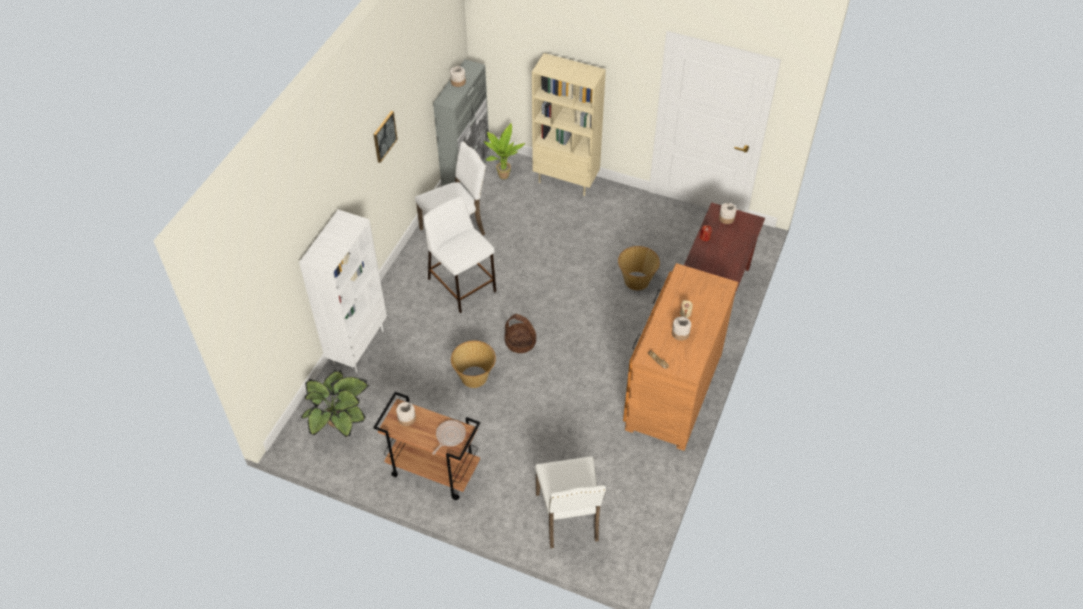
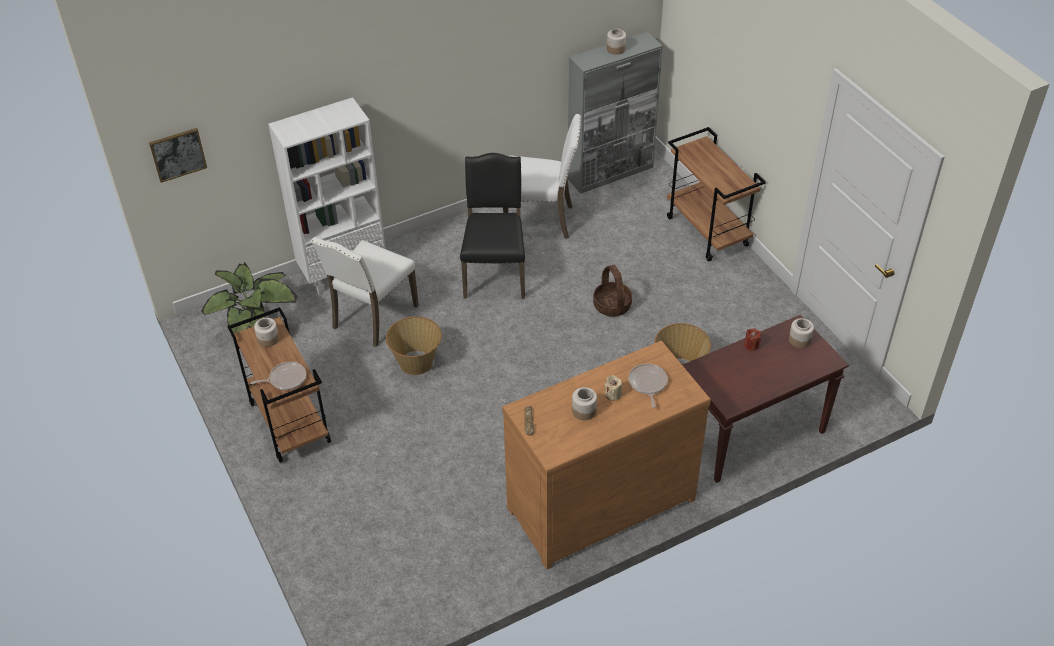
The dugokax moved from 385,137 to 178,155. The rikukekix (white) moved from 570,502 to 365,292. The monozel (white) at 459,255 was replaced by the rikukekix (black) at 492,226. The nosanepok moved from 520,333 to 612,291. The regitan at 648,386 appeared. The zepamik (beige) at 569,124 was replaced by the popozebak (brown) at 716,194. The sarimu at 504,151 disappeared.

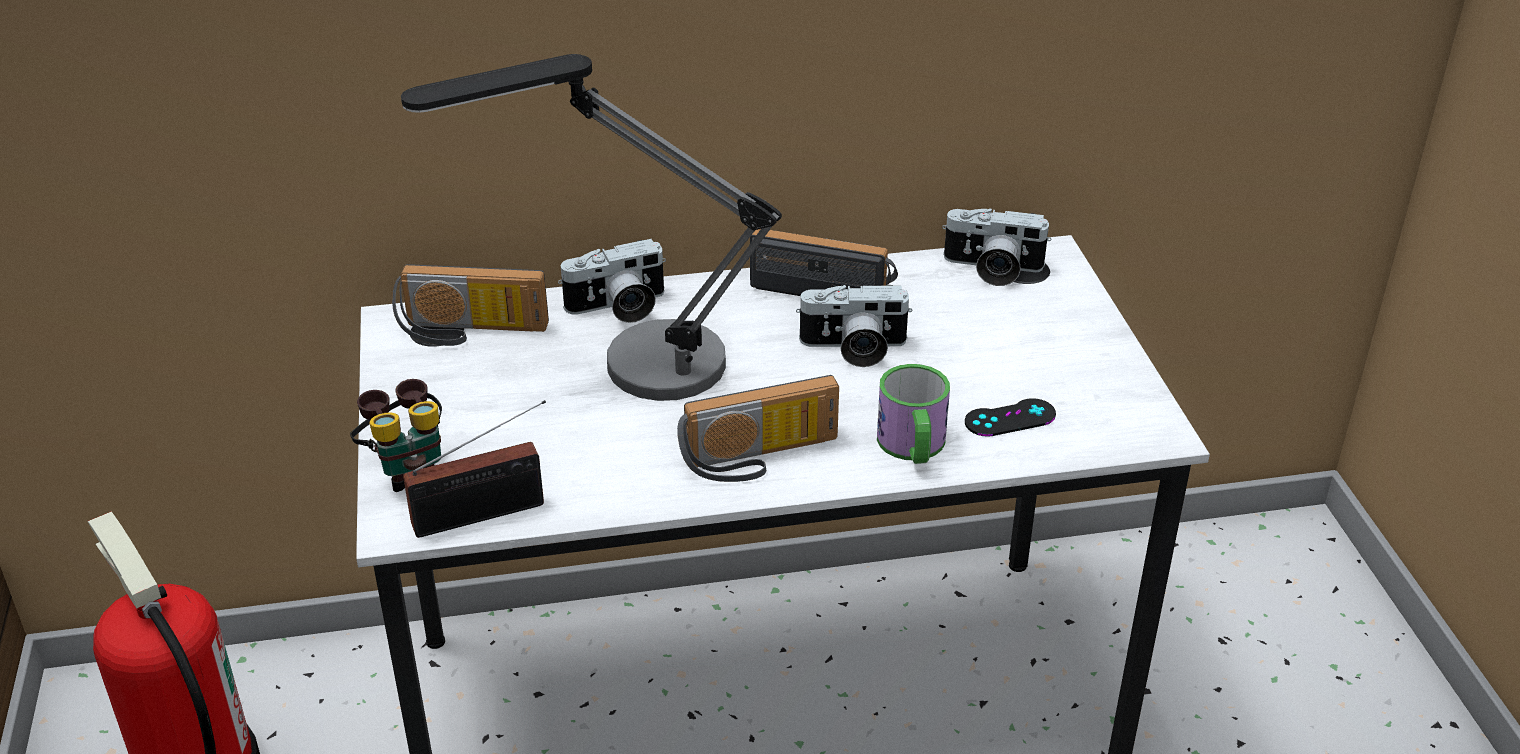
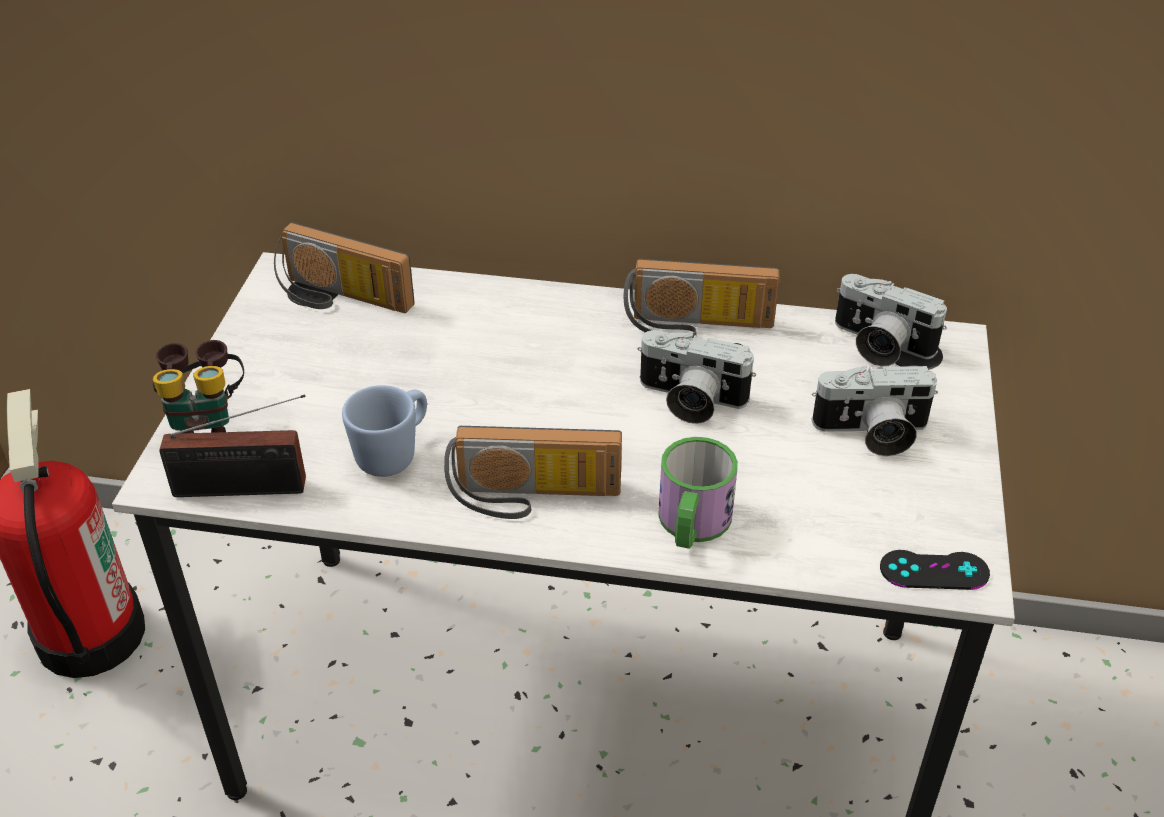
The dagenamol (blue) at 384,431 appeared. The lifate at 824,262 turned 150 degrees clockwise. The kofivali moved from 612,281 to 875,410. The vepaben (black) moved from 1010,417 to 935,570. The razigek at 591,227 disappeared.

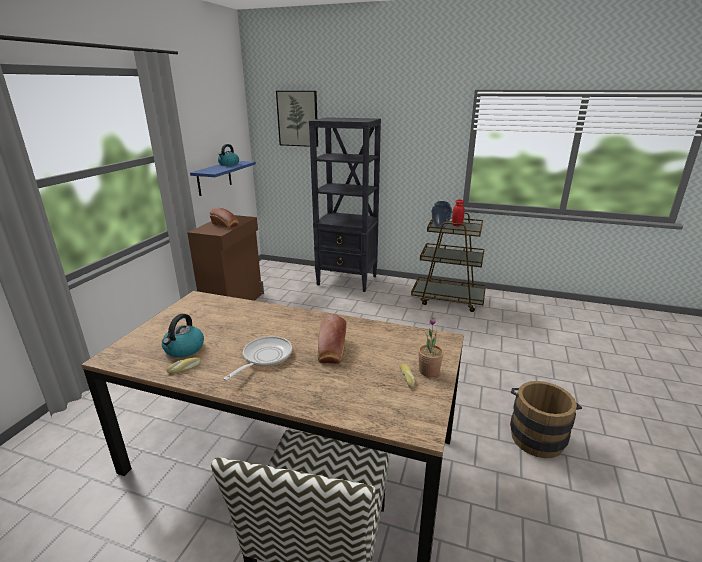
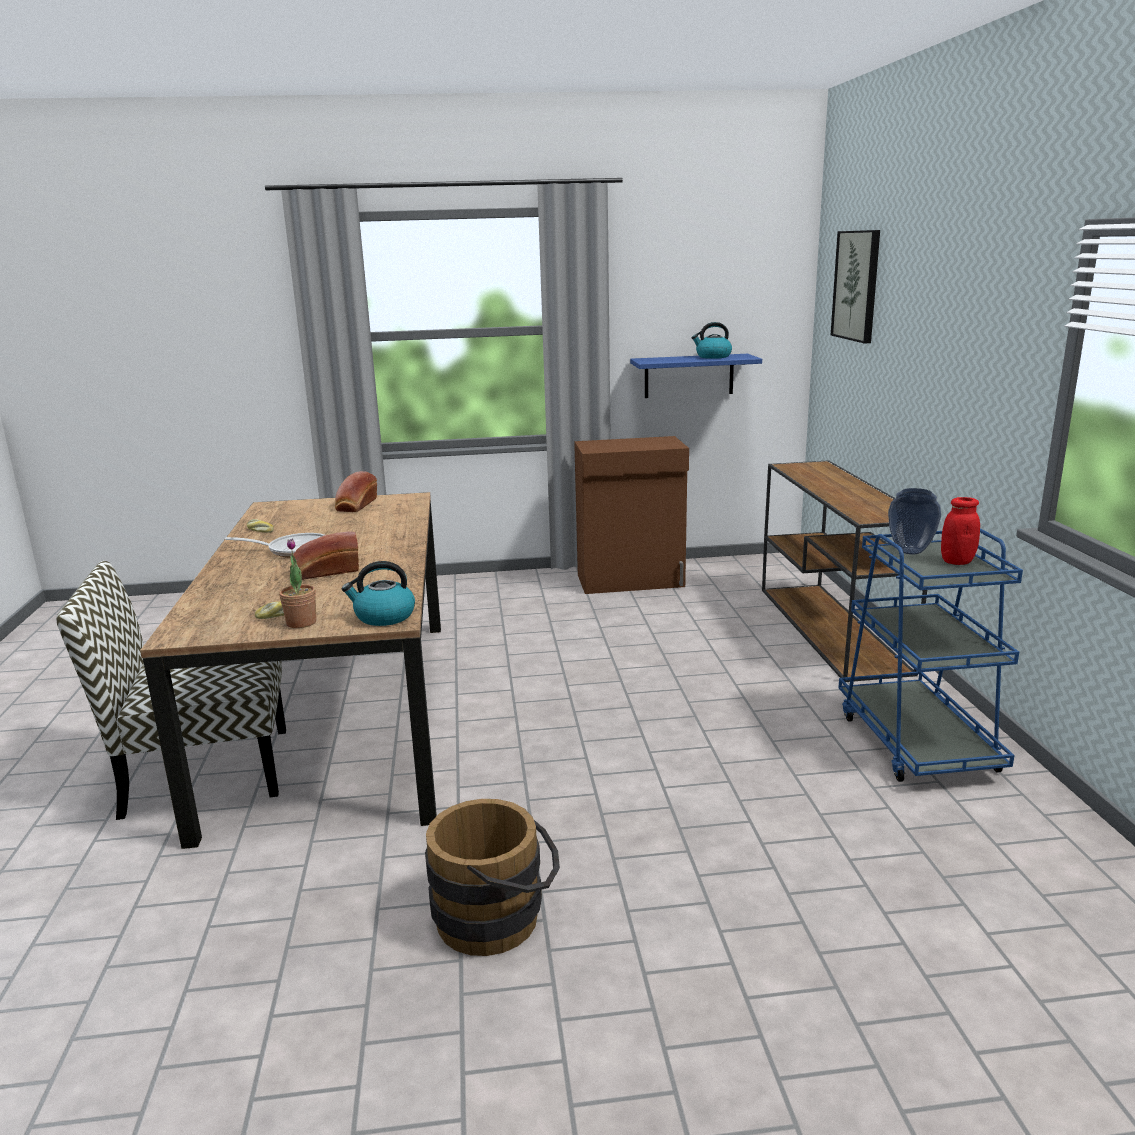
The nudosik moved from 224,218 to 356,491. The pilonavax moved from 183,336 to 378,593. The zepamik (black) at 345,204 was replaced by the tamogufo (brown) at 847,571. The popozebak (brown) at 448,261 became the popozebak (blue) at 930,655.

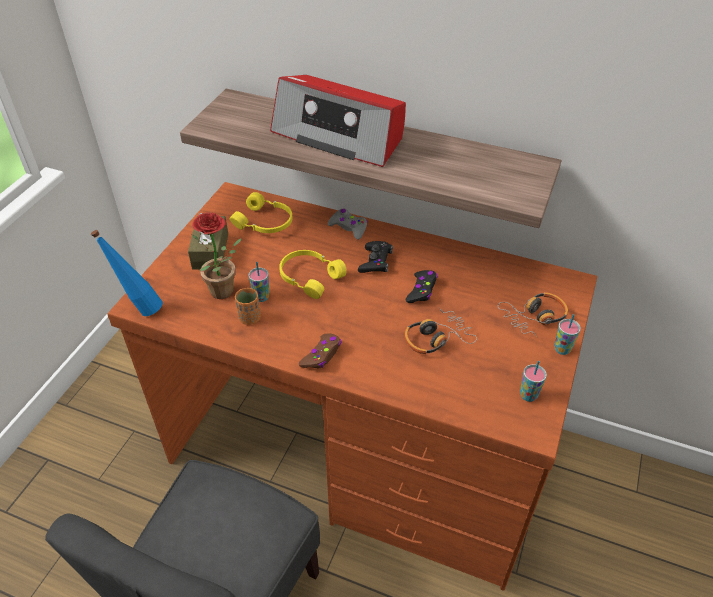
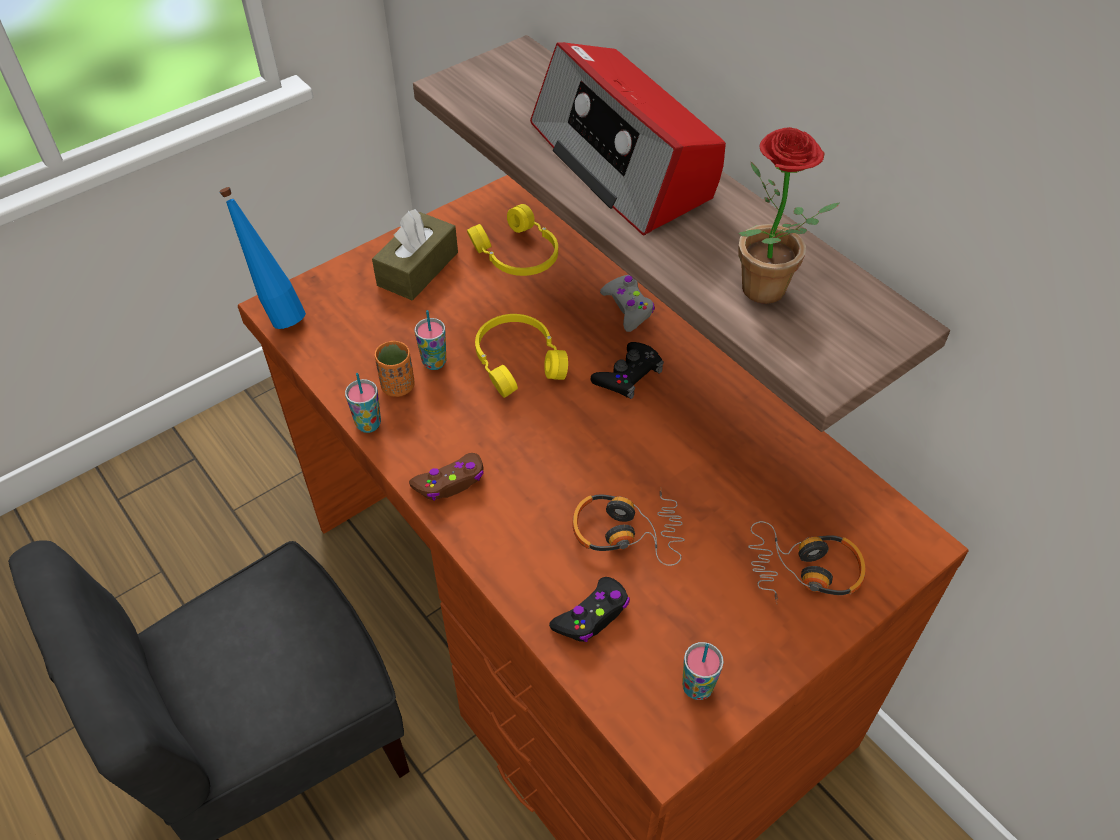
The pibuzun moved from 567,334 to 363,403. The vepaben (black) moved from 421,286 to 589,609. The sarimu moved from 216,255 to 788,215.

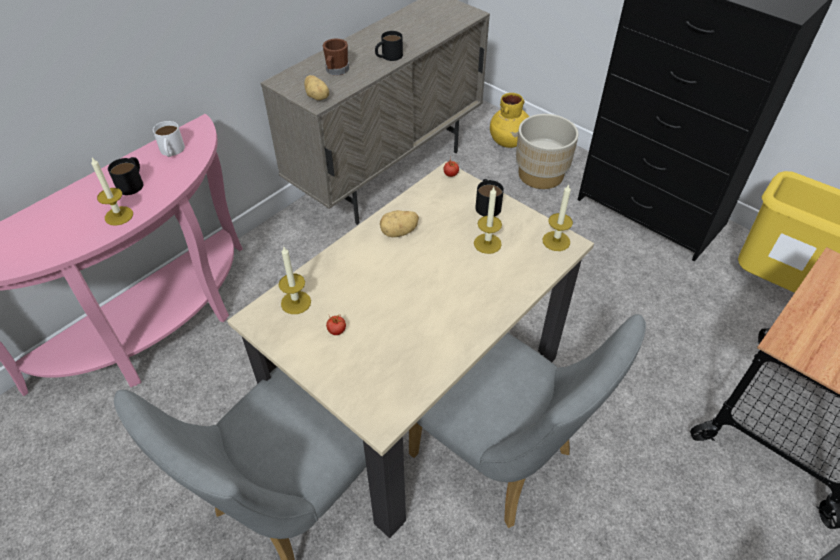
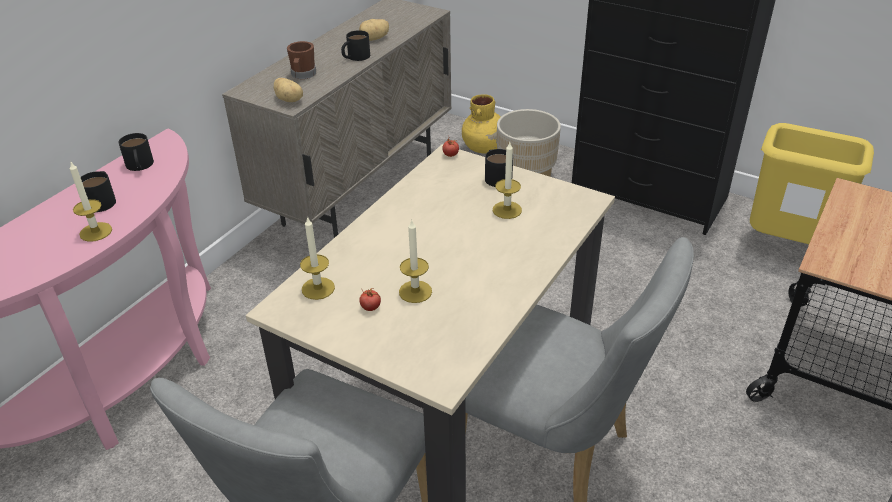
The dagenamol (white) at 169,139 became the dagenamol (black) at 136,152. The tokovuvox moved from 399,223 to 374,30. The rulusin moved from 558,217 to 415,262.

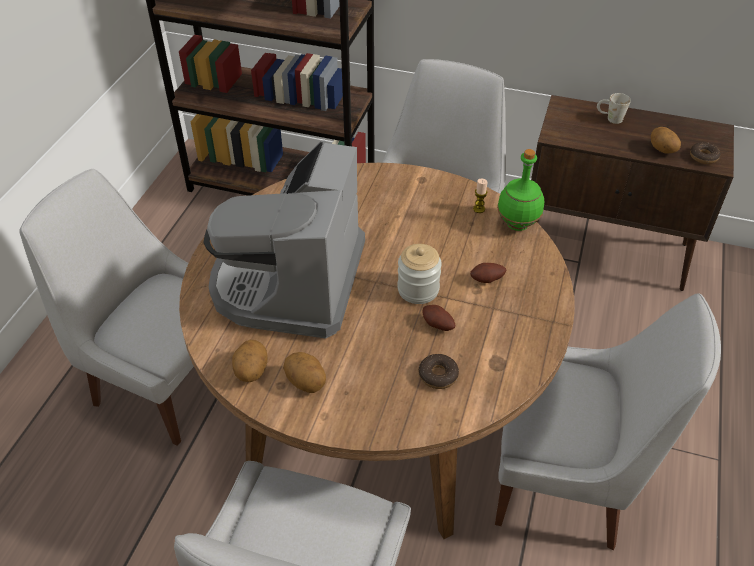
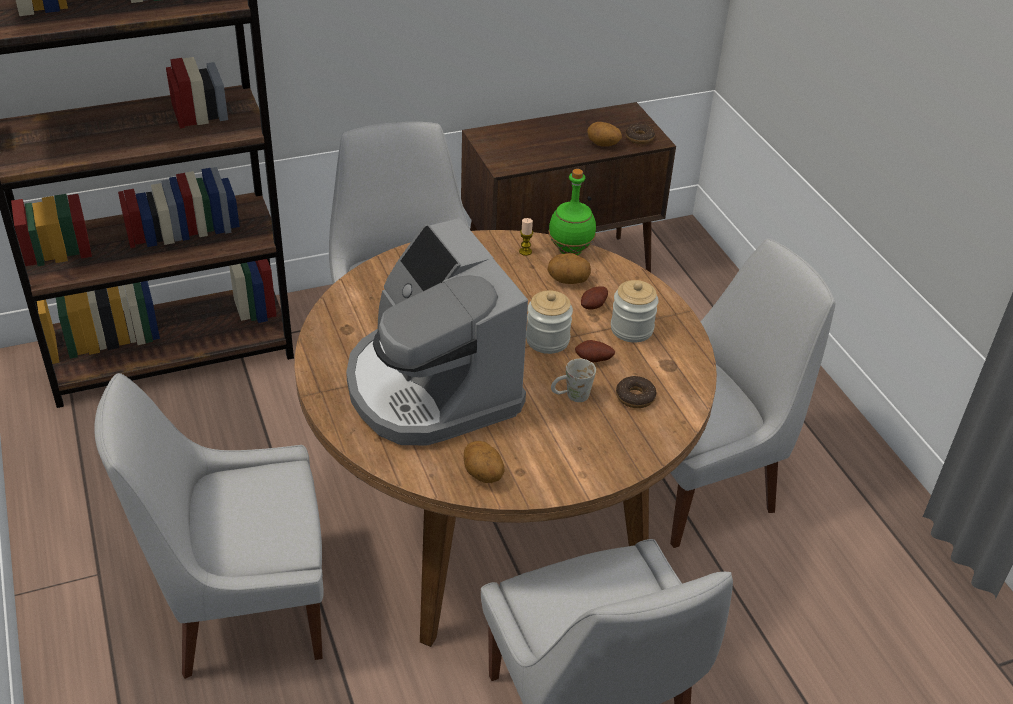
The tokovuvox moved from 304,372 to 569,268. The dagenamol (white) moved from 614,108 to 573,380. The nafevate at 635,311 appeared.

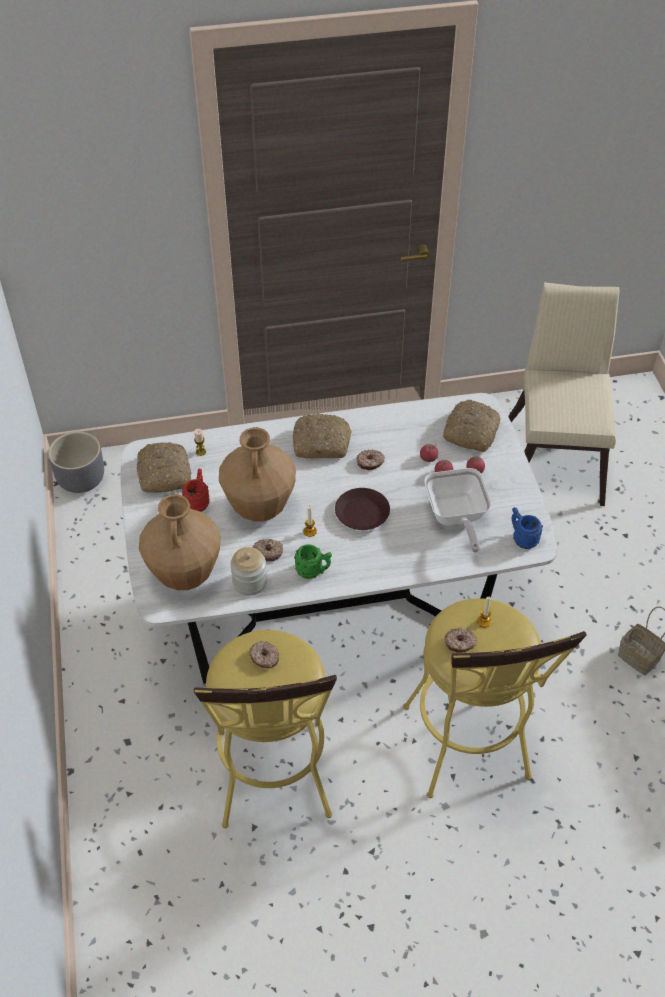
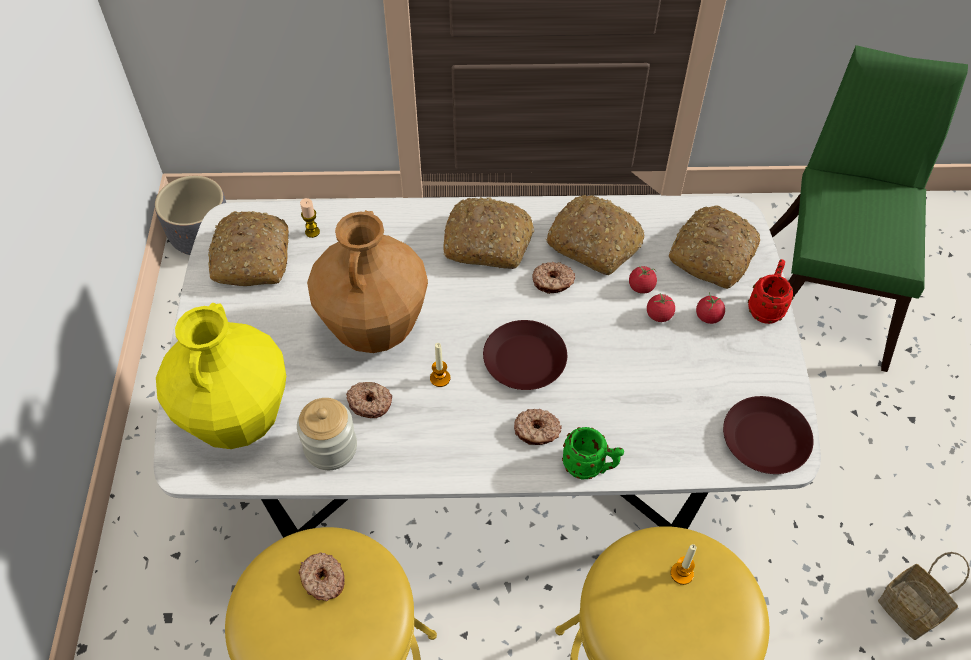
The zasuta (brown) at 179,541 became the zasuta (yellow) at 221,376. The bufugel moved from 461,640 to 538,427. The nudosik at 595,235 appeared. The dagenamol (green) moved from 313,561 to 593,453. The dagenamol (blue) at 527,528 was replaced by the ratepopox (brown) at 768,435. The dagenamol (red) moved from 196,490 to 771,291. The rikukekix (beige) at 563,394 became the rikukekix (green) at 868,208. The regitan at 458,510 disappeared.

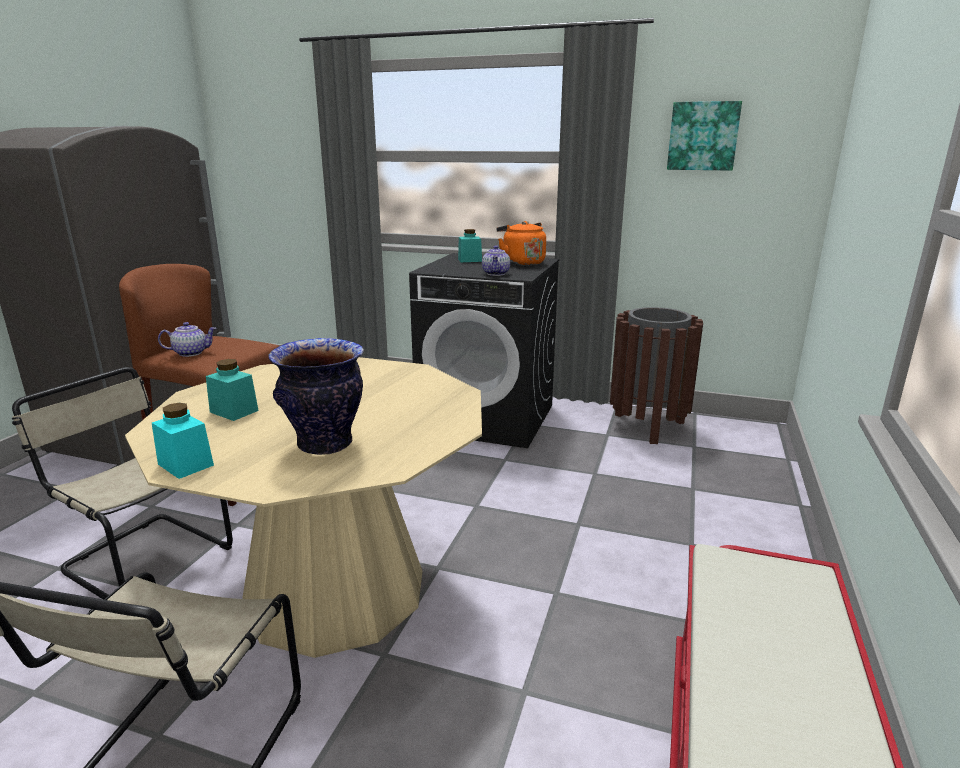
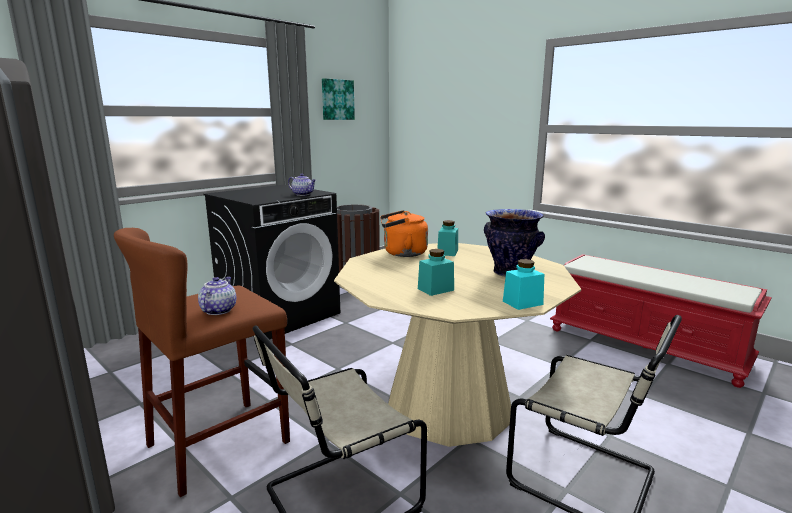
The pilonavax (orange) moved from 521,243 to 404,233. The nafevate (turquoise) moved from 470,245 to 447,238.

